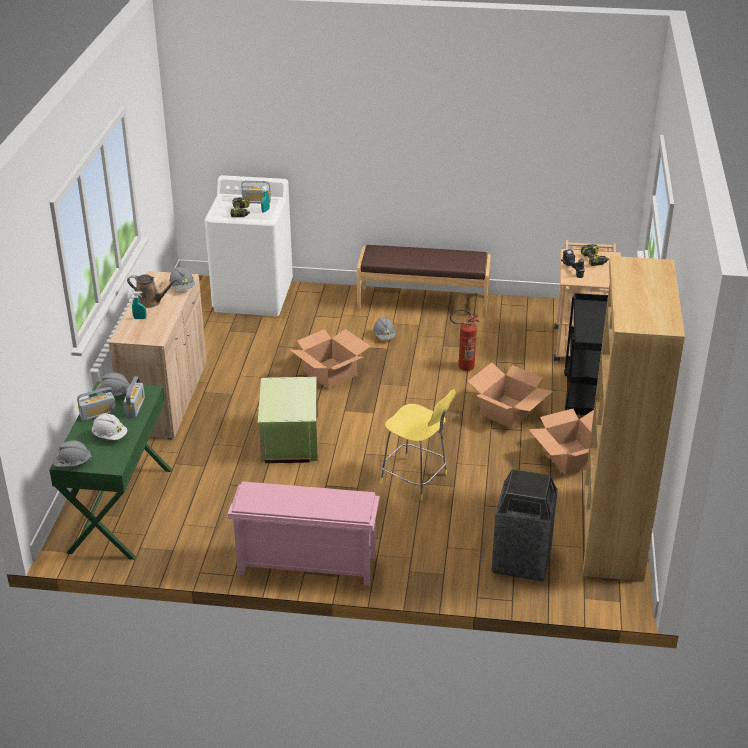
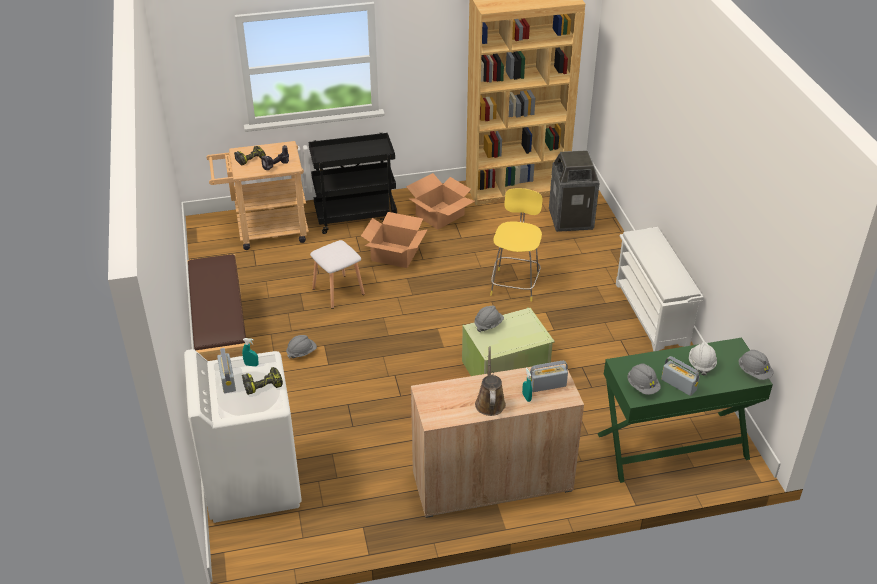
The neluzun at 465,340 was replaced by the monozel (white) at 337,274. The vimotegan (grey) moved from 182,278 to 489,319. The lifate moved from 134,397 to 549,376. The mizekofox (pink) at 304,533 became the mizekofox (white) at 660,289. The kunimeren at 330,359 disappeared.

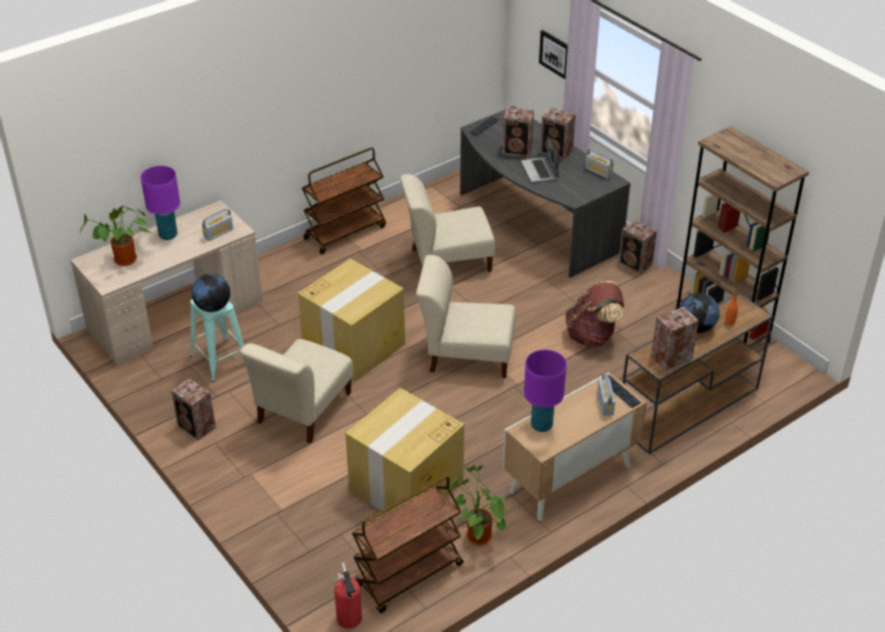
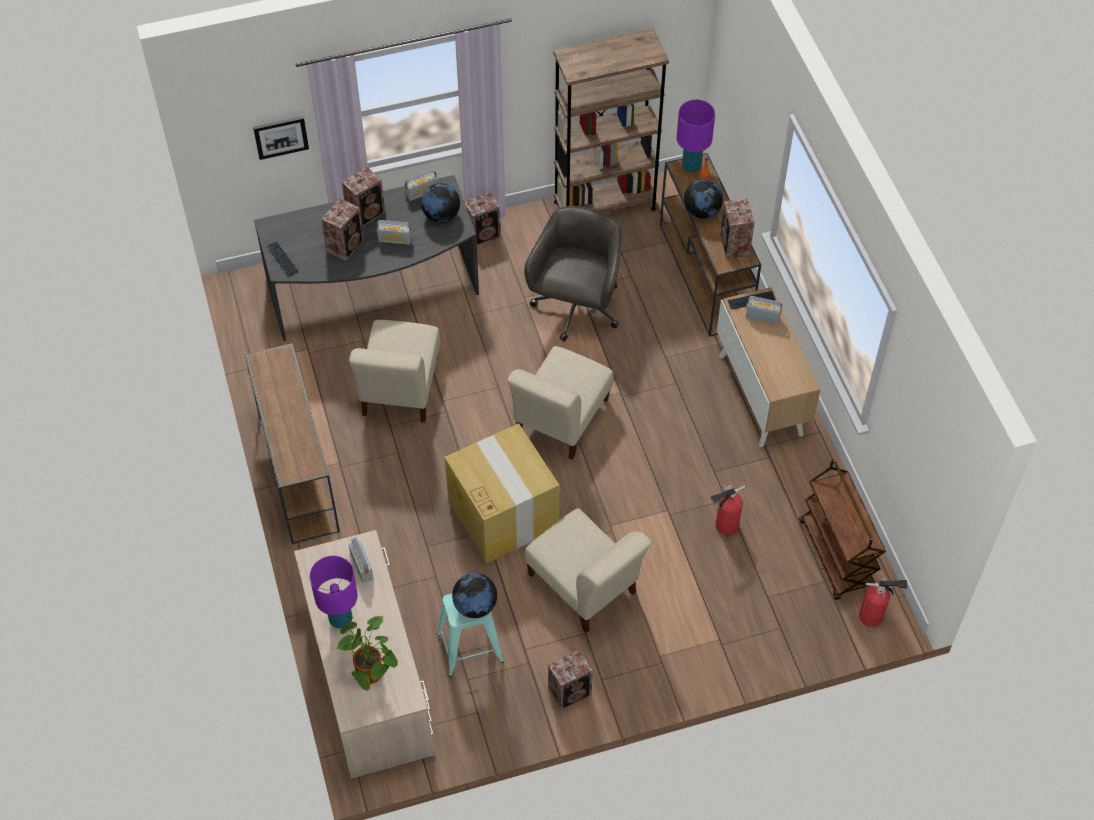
The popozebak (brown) at 344,200 was replaced by the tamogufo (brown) at 292,443. The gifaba at 540,159 was replaced by the lifate at 394,232. The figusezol at 440,203 appeared. The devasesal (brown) at 594,313 was replaced by the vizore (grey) at 573,273. The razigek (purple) moved from 545,390 to 696,136. The kunimeren at 404,450 was replaced by the neluzun at 728,510. The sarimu at 476,505 disappeared.

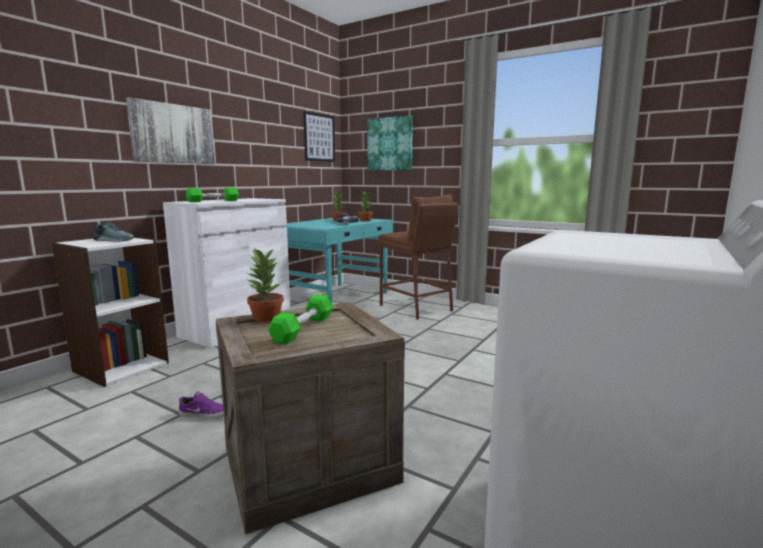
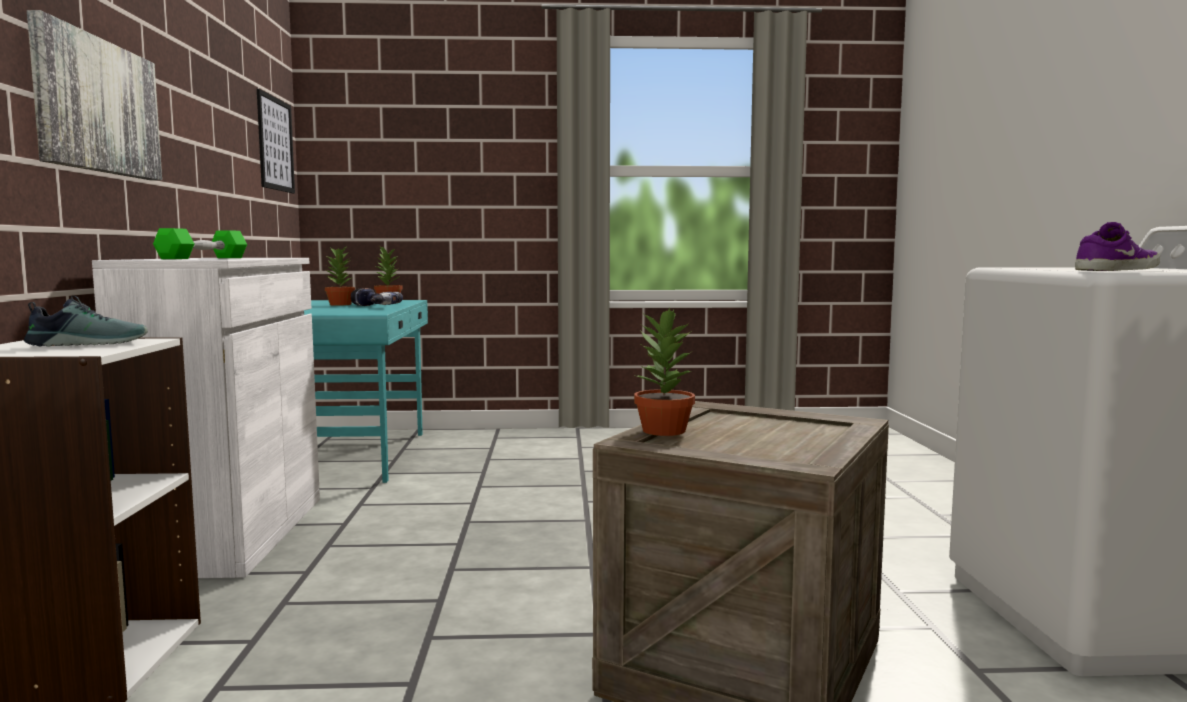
The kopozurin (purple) moved from 201,405 to 1117,246. The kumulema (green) at 300,319 disappeared. The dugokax at 390,142 disappeared. The monozel (brown) at 418,257 disappeared.

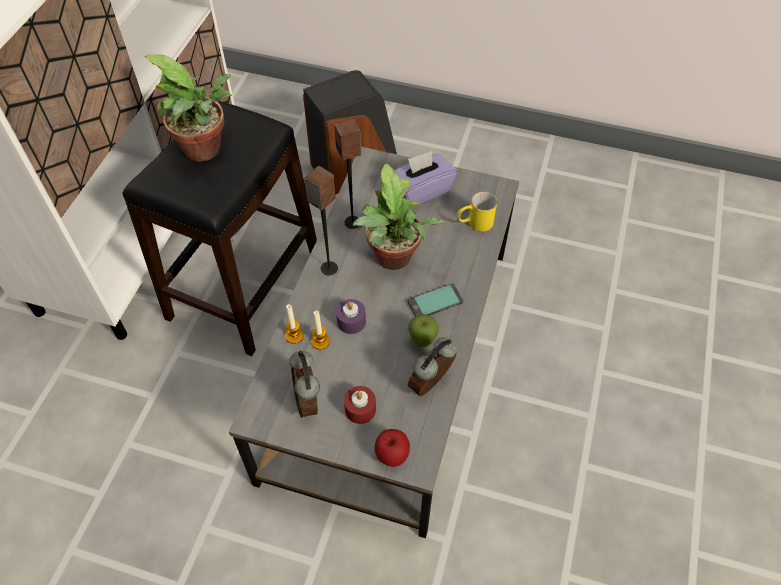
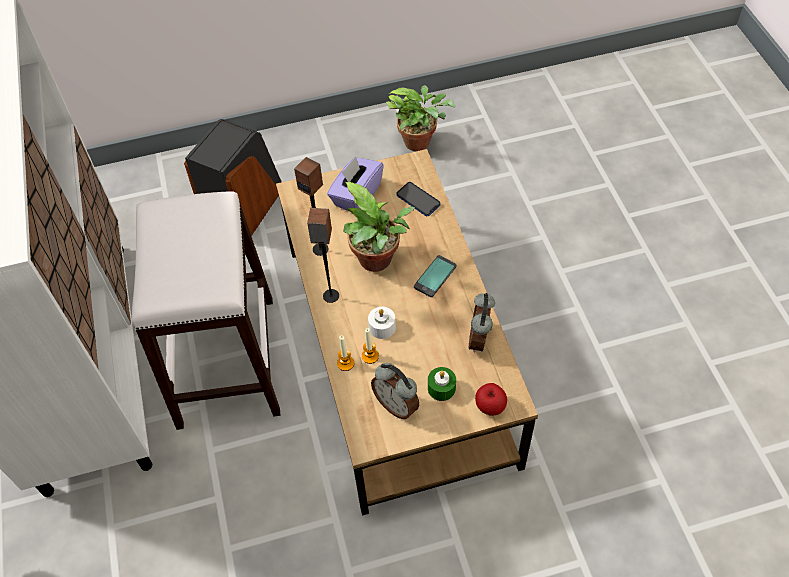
The monozel (black) at 220,228 became the monozel (white) at 206,310. The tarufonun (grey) at 374,342 became the tarufonun (brown) at 407,332. The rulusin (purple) at 351,316 became the rulusin (white) at 382,323. The sarimu moved from 188,107 to 421,118. The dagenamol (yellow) at 477,212 was replaced by the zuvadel at 418,199. The rulusin (red) at 360,405 became the rulusin (green) at 442,384. The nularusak at 423,330 disappeared.

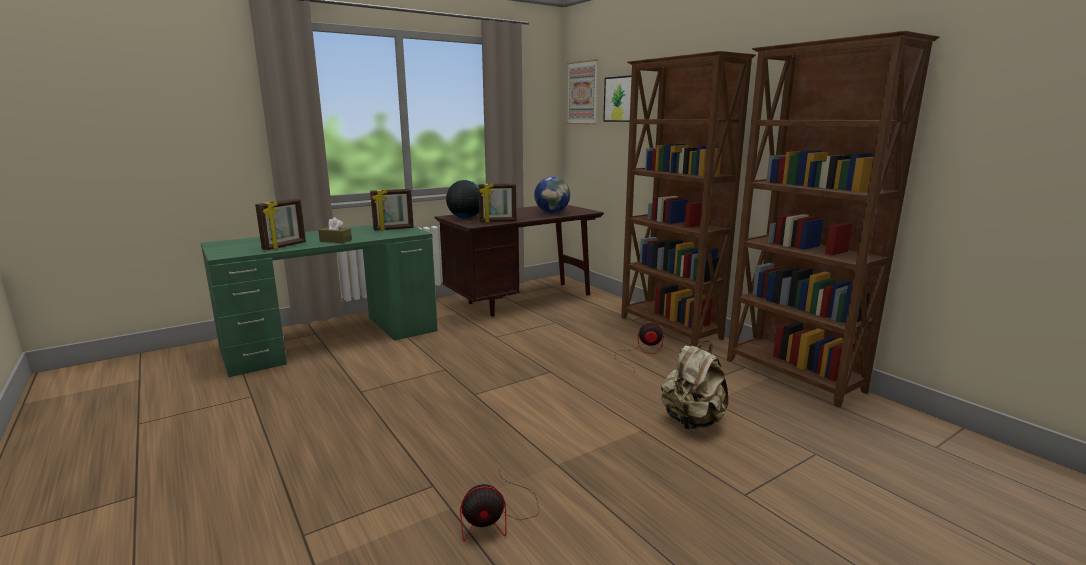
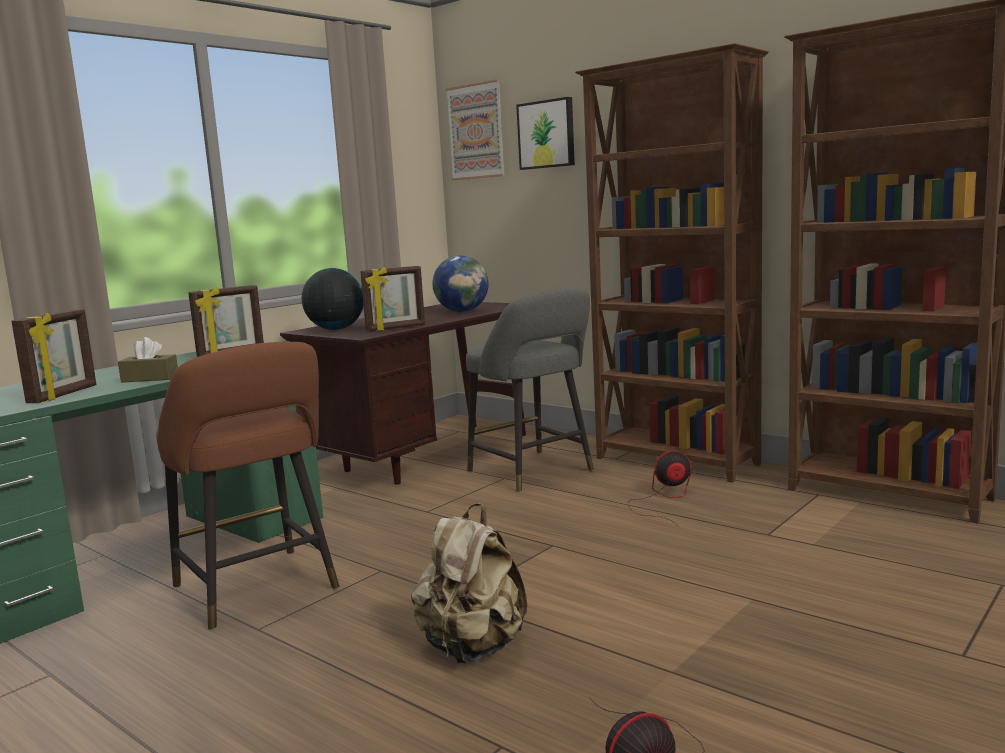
The monozel (brown) at 247,486 appeared. The devasesal (beige) moved from 694,385 to 469,583. The monozel (grey) at 530,390 appeared.

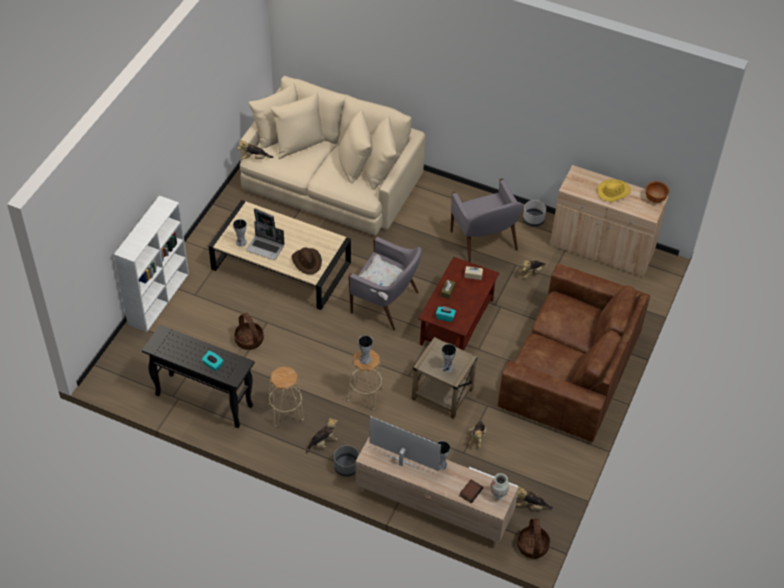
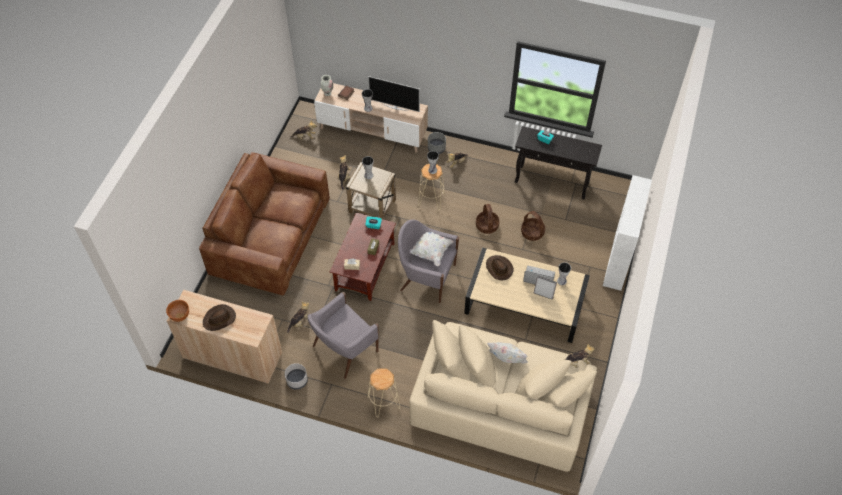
The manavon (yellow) at 614,190 became the manavon (brown) at 219,317. The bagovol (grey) at 487,221 turned 105 degrees counterclockwise. The monozel (beige) moved from 286,397 to 383,392. The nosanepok moved from 533,539 to 488,219. The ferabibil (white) at 507,353 appeared.

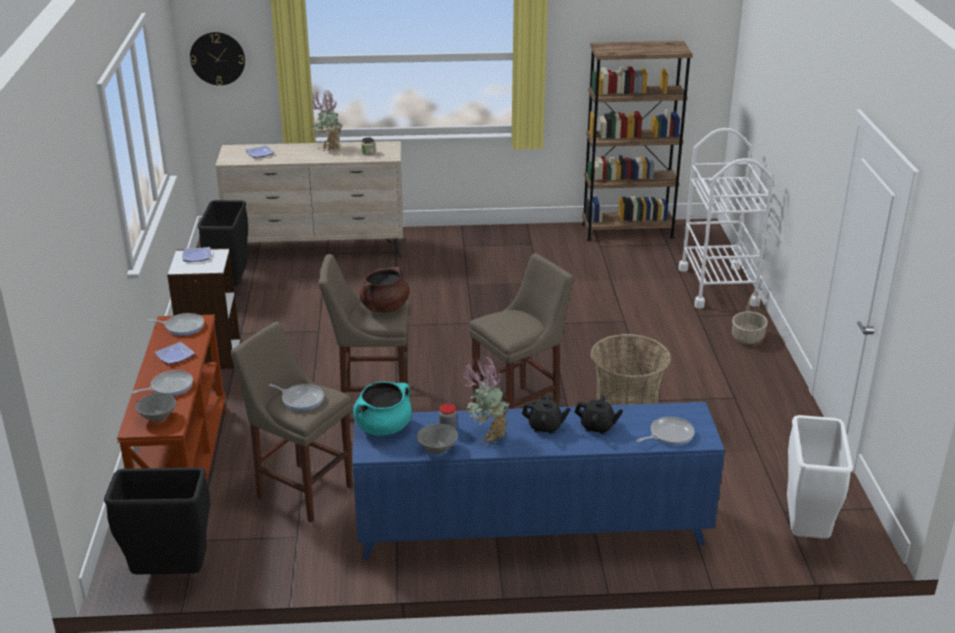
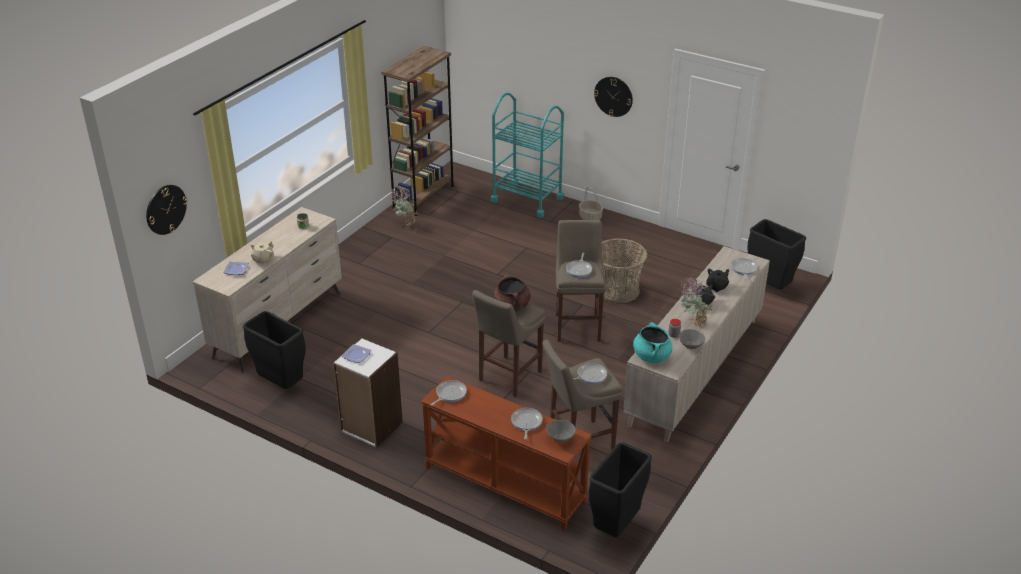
The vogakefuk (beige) at 262,253 appeared. The sarimu moved from 327,120 to 404,206. The popozebak (white) at 726,218 became the popozebak (turquoise) at 527,155. The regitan at 579,265 appeared. The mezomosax at 613,97 appeared. The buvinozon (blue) at 538,480 became the buvinozon (beige) at 696,344. The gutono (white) at 820,477 became the gutono (black) at 776,254. The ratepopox at 175,353 disappeared.

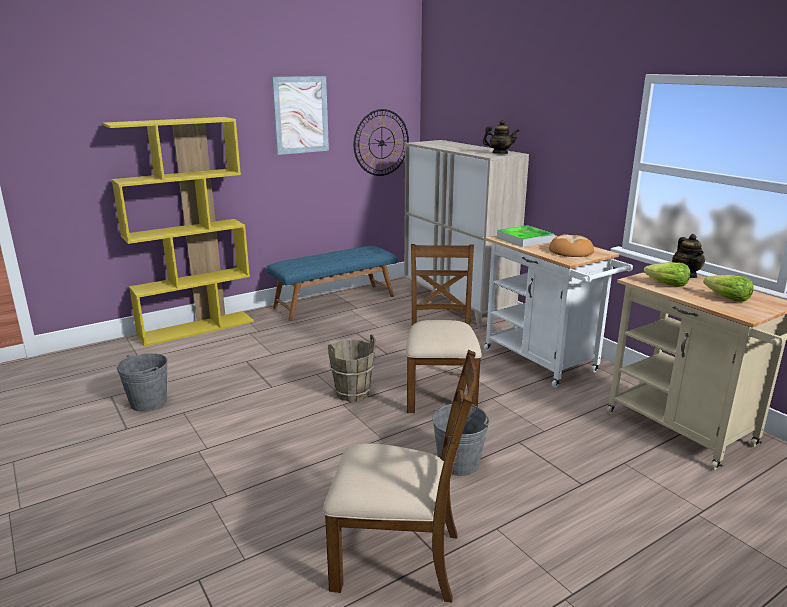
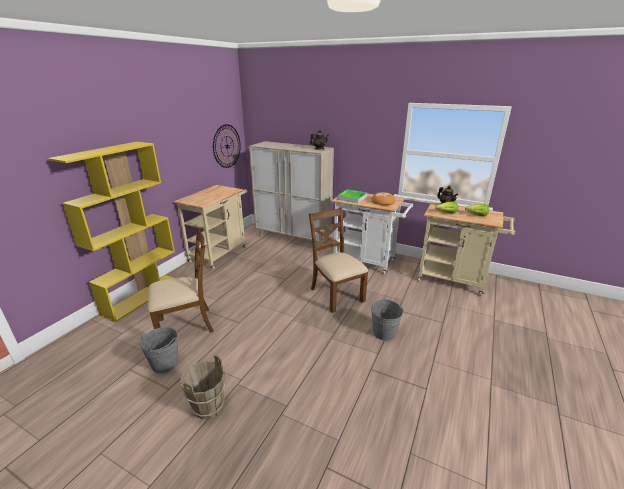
The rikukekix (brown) moved from 400,476 to 180,280. The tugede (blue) at 332,283 was replaced by the popozebak (beige) at 210,227. The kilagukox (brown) moved from 352,368 to 203,387. The dugokax at 300,115 disappeared.

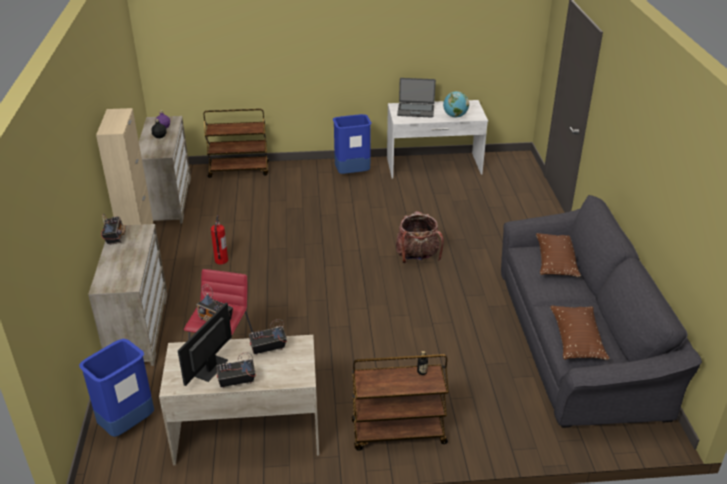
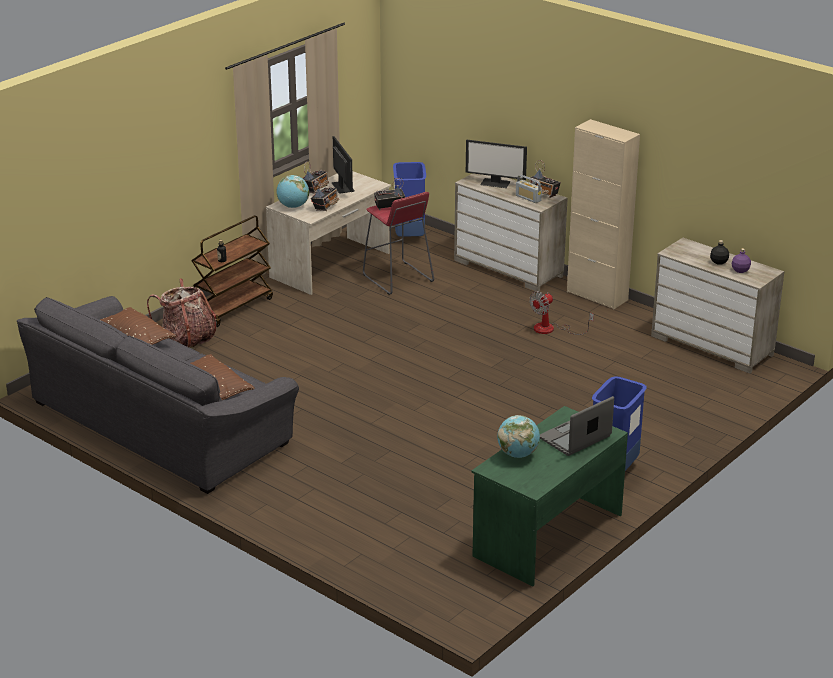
The devasesal moved from 420,237 to 181,314. The figusezol at 293,191 appeared. The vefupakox at 496,164 appeared. The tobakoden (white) at 437,139 became the tobakoden (green) at 549,496. The lifate at 529,189 appeared. The neluzun at 219,240 was replaced by the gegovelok at 561,313. The popozebak (brown) at 236,143 disappeared.

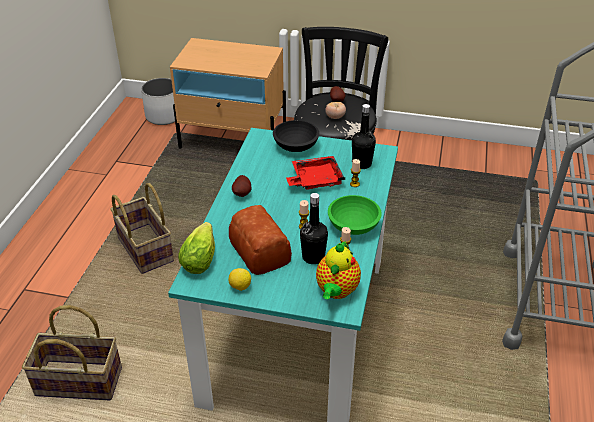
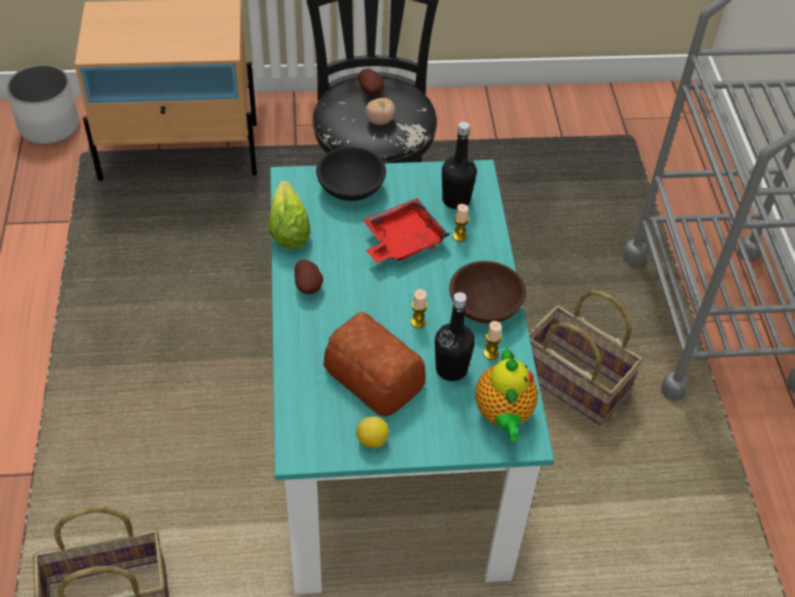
The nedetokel moved from 196,248 to 289,215. The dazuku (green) at 355,215 became the dazuku (brown) at 487,292. The nosanepok moved from 142,228 to 586,358.

